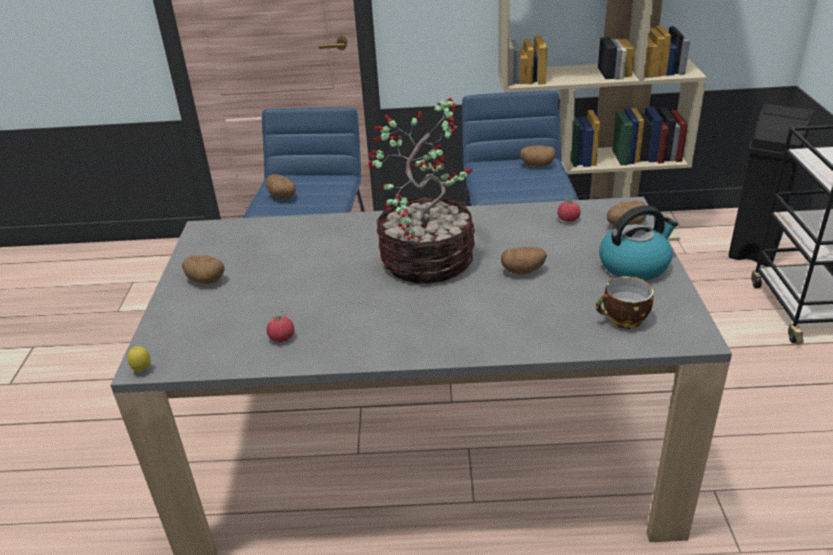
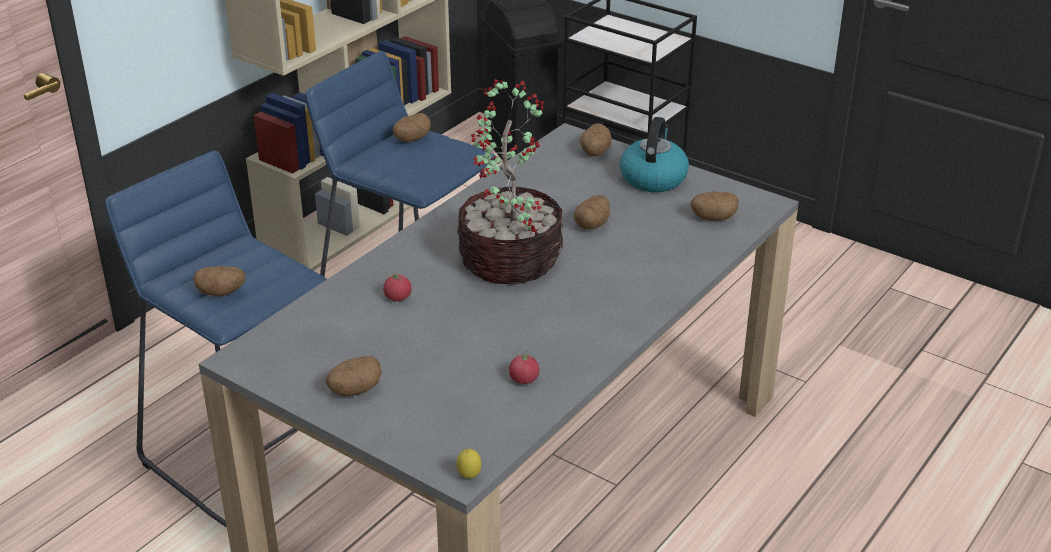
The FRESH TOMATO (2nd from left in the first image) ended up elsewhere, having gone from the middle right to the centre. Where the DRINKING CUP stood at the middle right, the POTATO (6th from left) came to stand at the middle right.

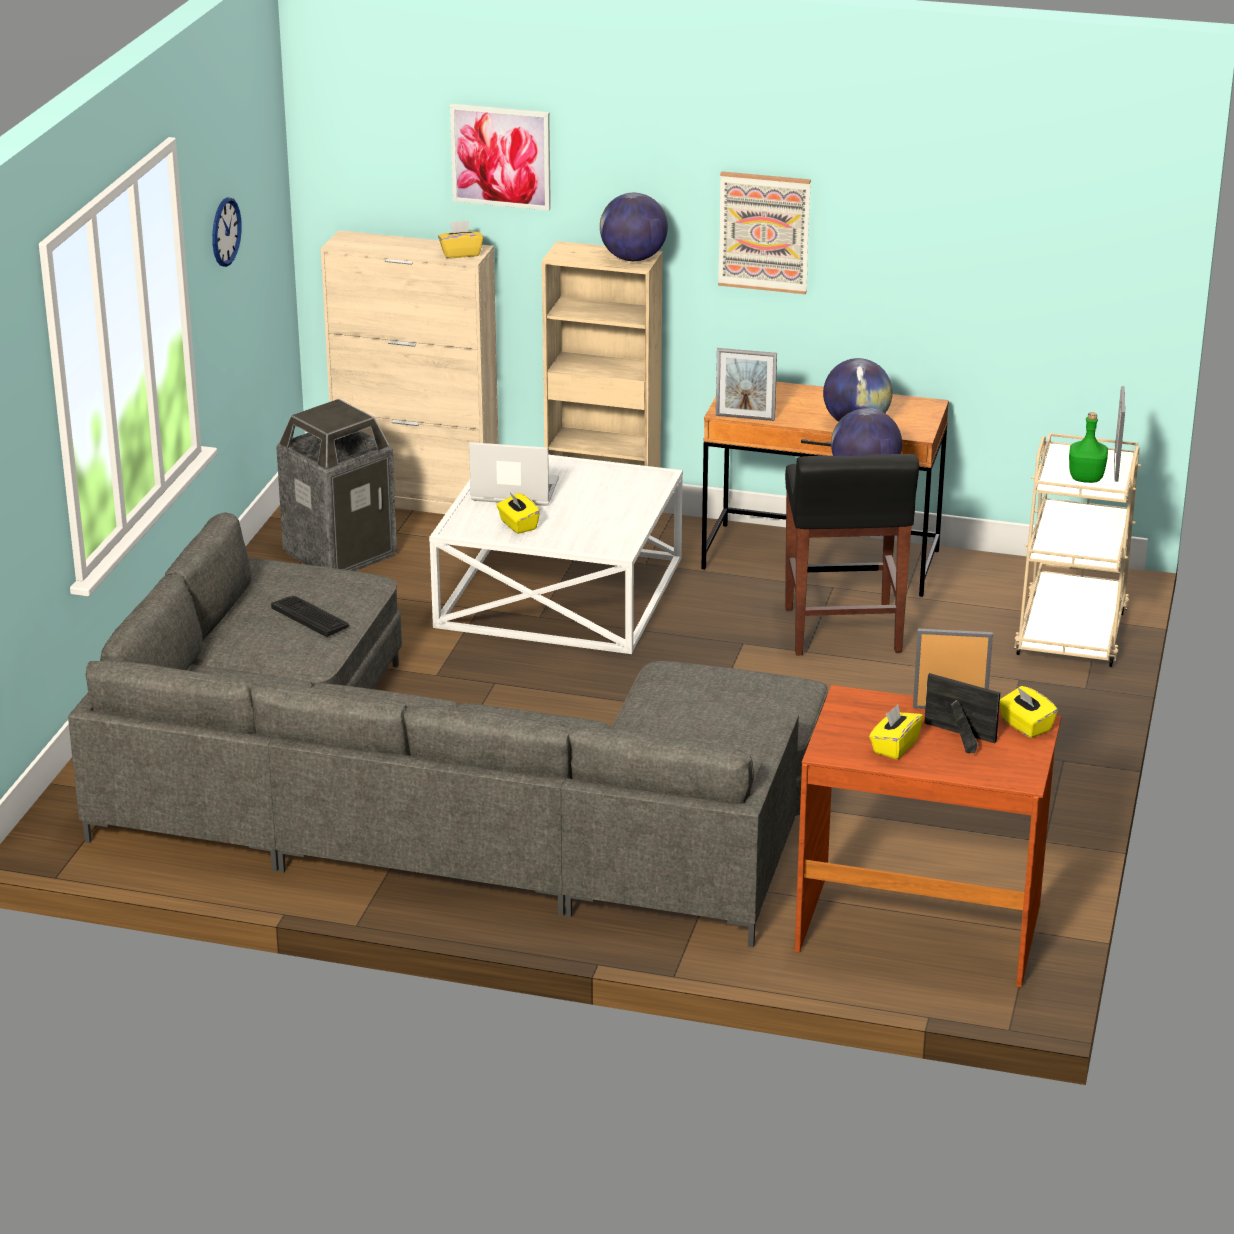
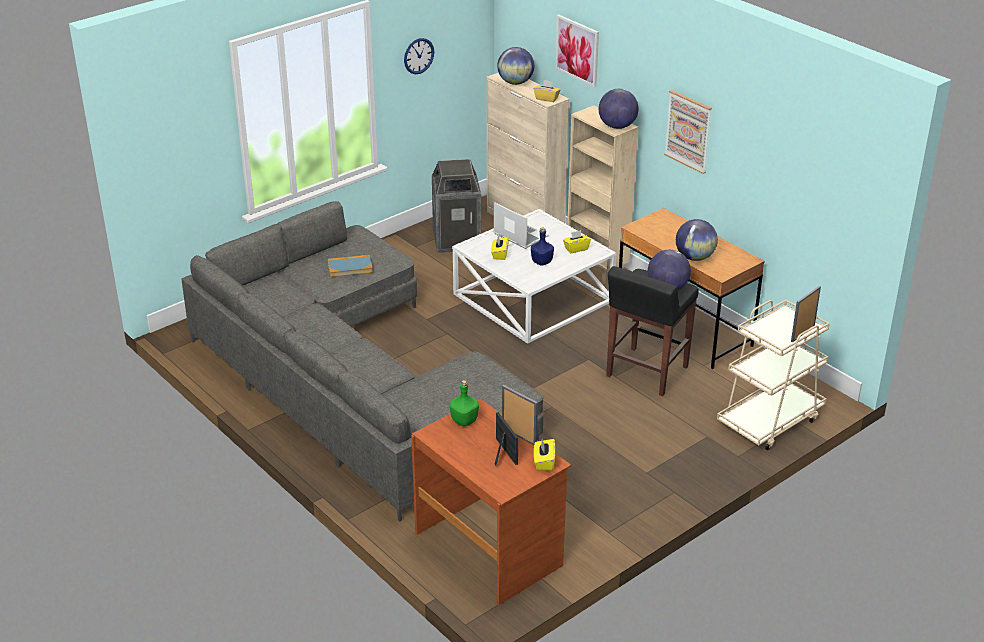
The second view lost the PHOTO FRAME (1st from left) at the top centre. The second view gained the WORLD GLOBE (1st from left) at the top centre. The second view gained the BLUE-COLOURED BEVERAGE BOTTLE at the centre. The YELLOW TISSUE BOX (3rd from left in the first image) ended up elsewhere, having gone from the middle right to the centre. The GREEN BEVERAGE BOTTLE ended up elsewhere, having gone from the middle right to the centre. Where the COMPUTER KEYBOARD stood at the middle left, the BOUND BOOK came to stand at the centre.

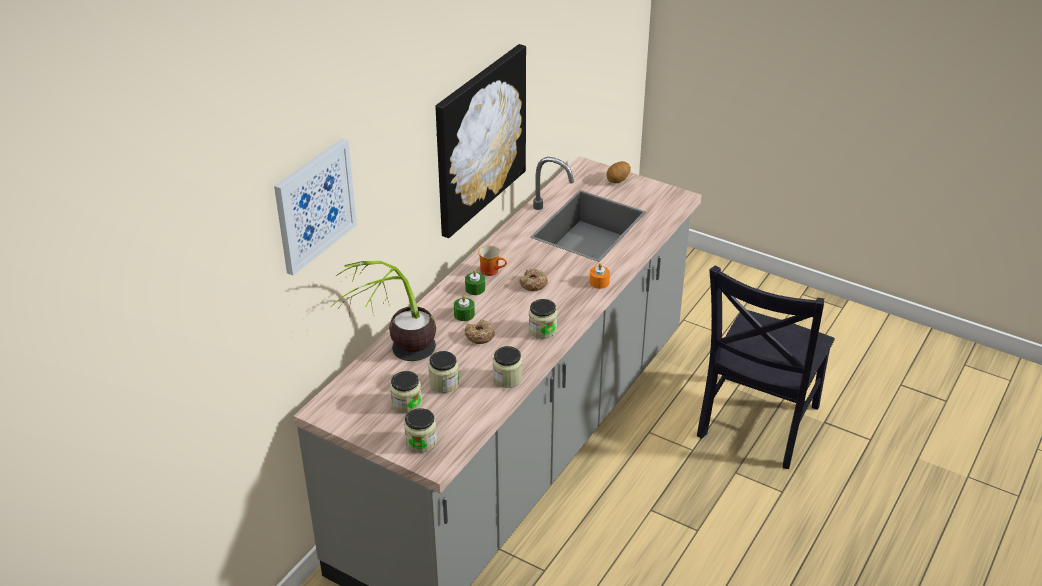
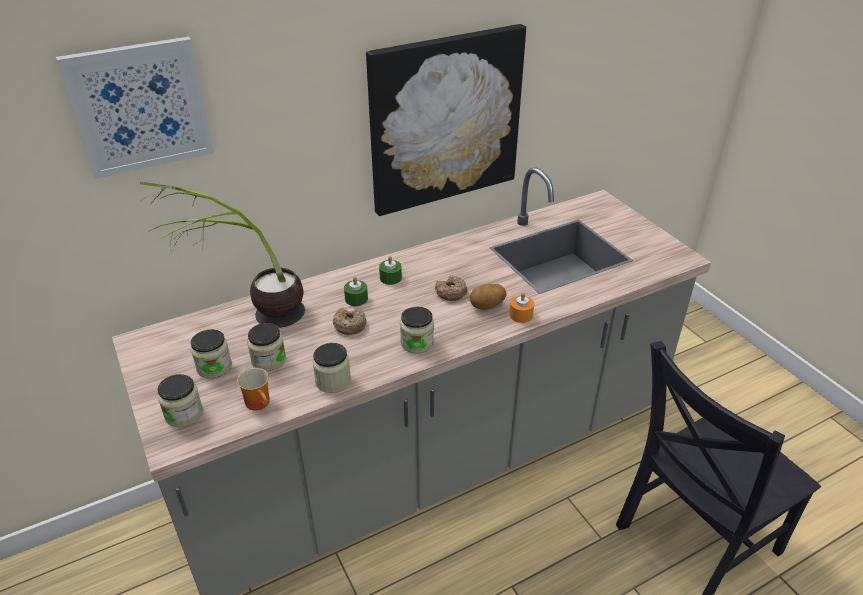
The TEA MUG ended up elsewhere, having gone from the centre to the middle left. The POTATO ended up elsewhere, having gone from the top centre to the centre.

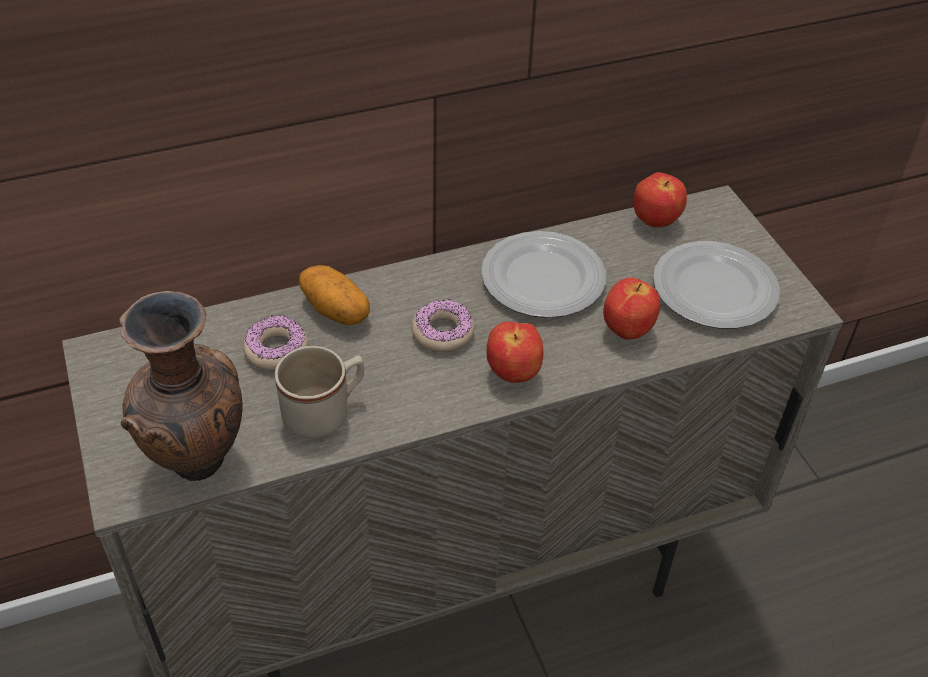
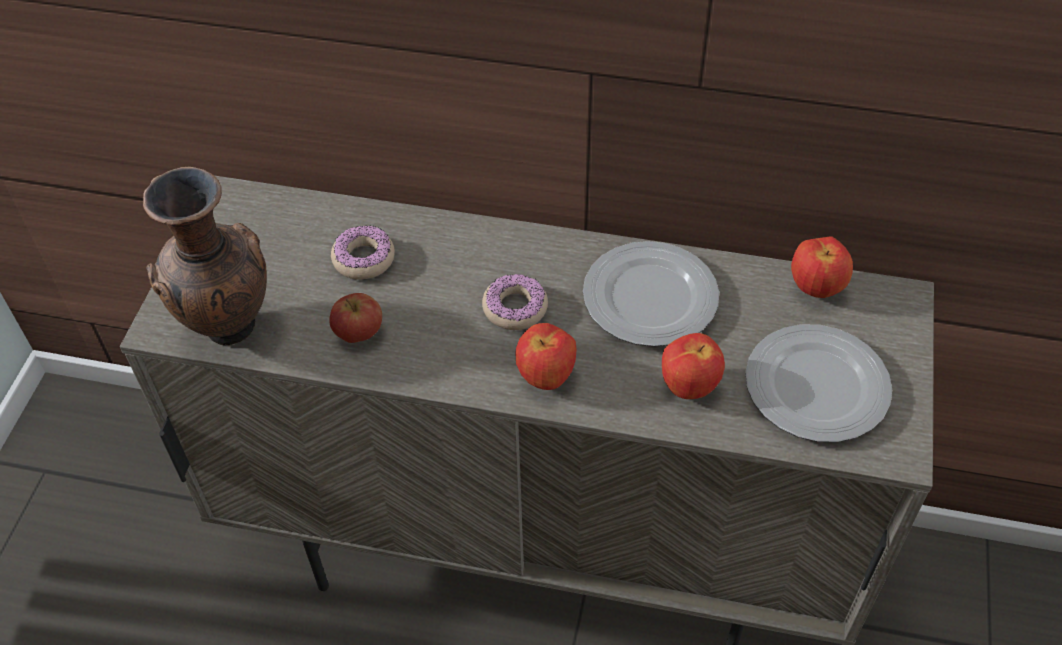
The second view lost the POTATO at the centre. Where the BEIGE-COLOURED TEA MUG stood at the centre, the APPLE FRUIT (1st from left) came to stand at the centre.

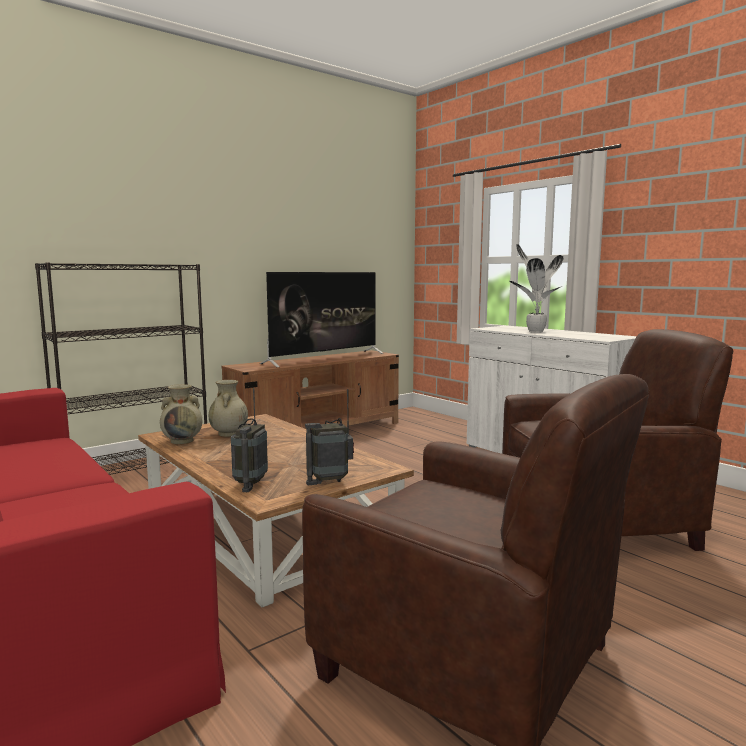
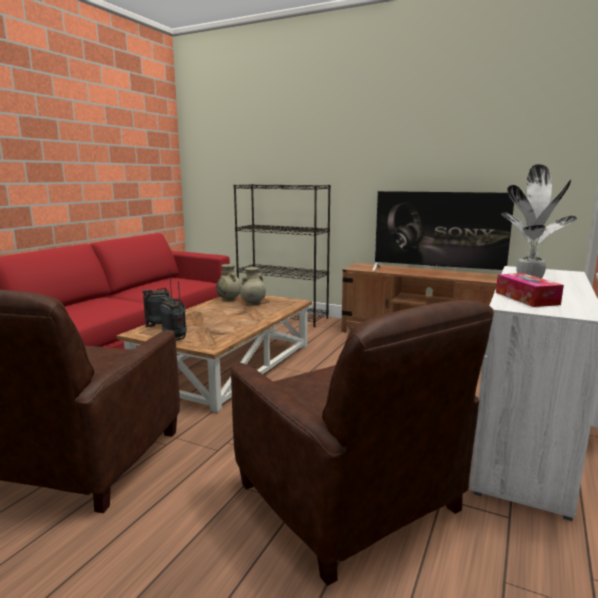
The second view gained the TISSUE BOX at the middle right.

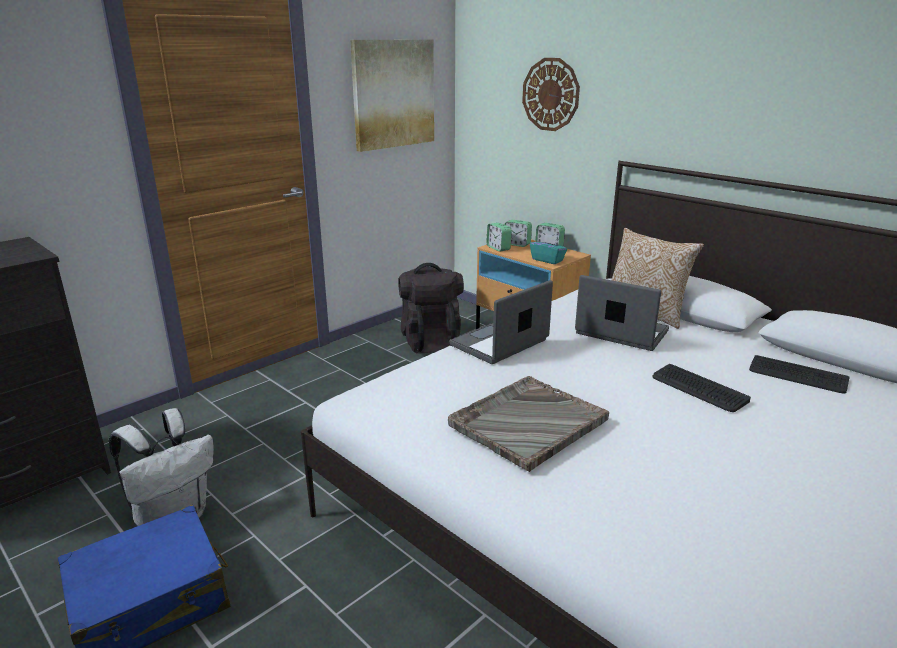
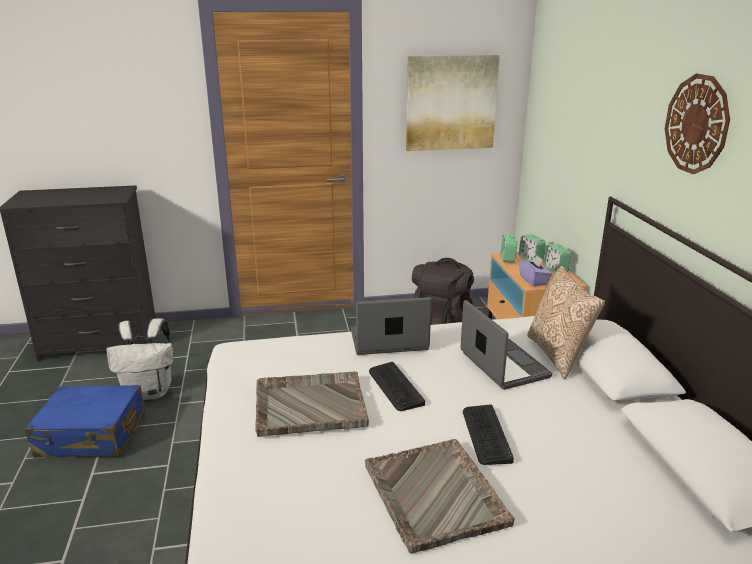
The second view gained the GREYISH TRAY (2nd from left) at the bottom centre. The CLOCK ON THE WALL ended up elsewhere, having gone from the top centre to the top right. The COMPUTER KEYBOARD (2nd from left in the first image) ended up elsewhere, having gone from the middle right to the bottom centre. What was the TURQUOISE TISSUE BOX at the centre turned into the PURPLE-COLOURED TISSUE BOX at the middle right.

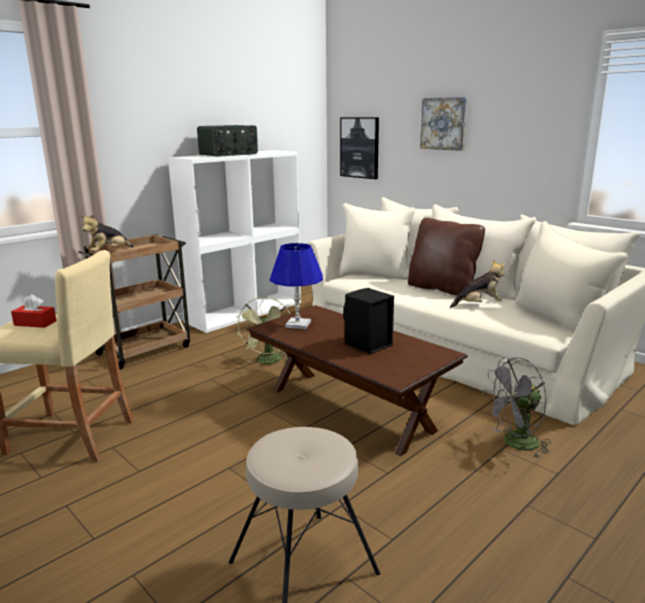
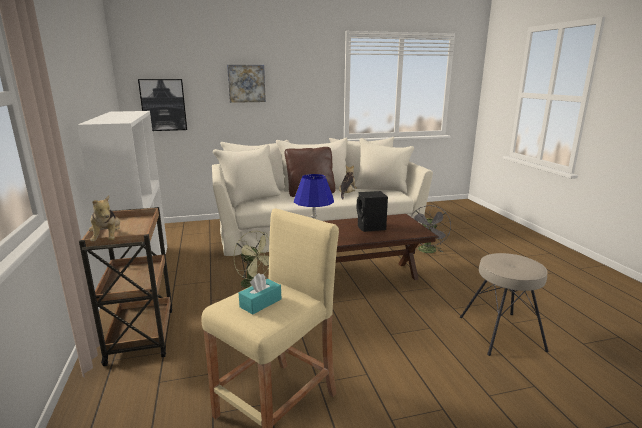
The second view lost the RADIO RECEIVER at the top centre. What was the RED TISSUE BOX at the middle left turned into the TURQUOISE TISSUE BOX at the bottom centre.

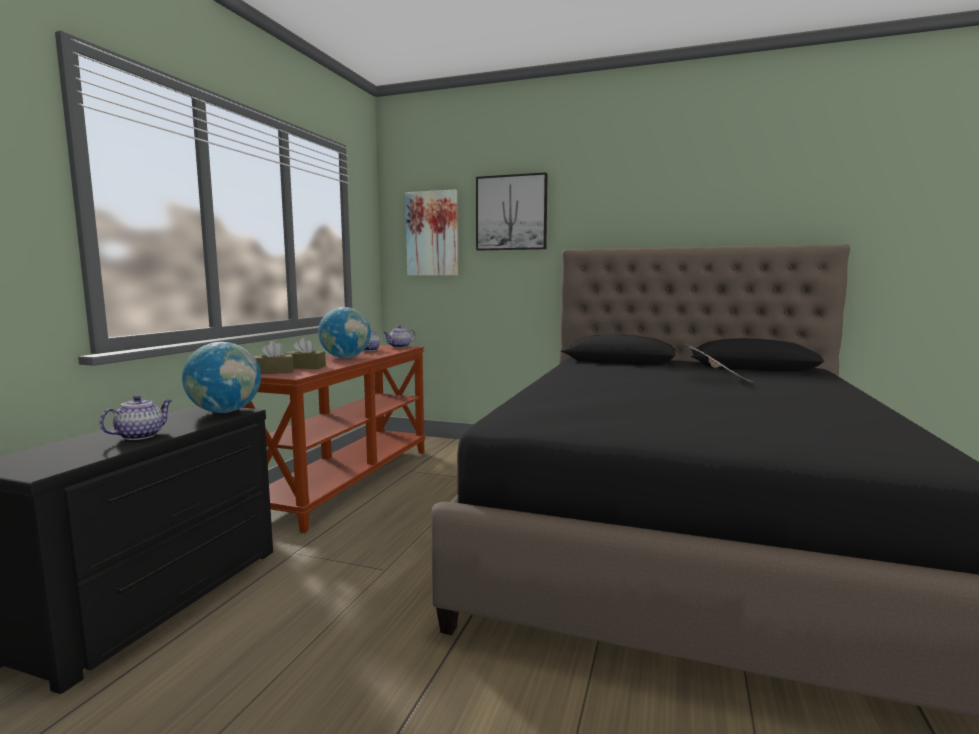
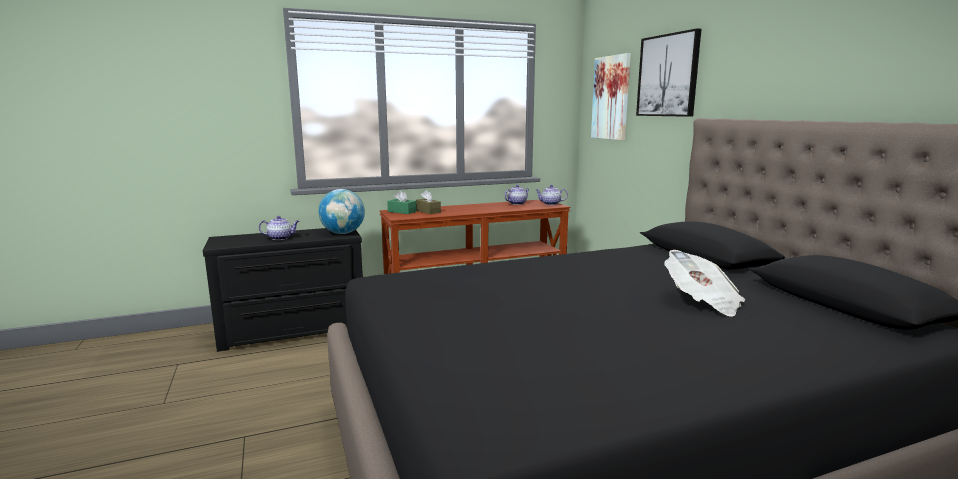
The second view lost the WORLD GLOBE (2nd from left) at the centre. What was the BROWN-COLOURED TISSUE BOX (1st from left) at the middle left turned into the GREEN TISSUE BOX at the centre.

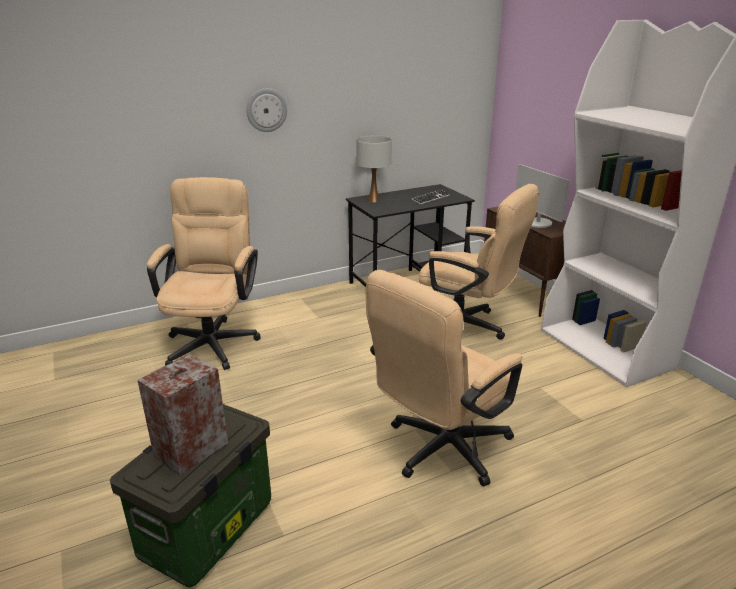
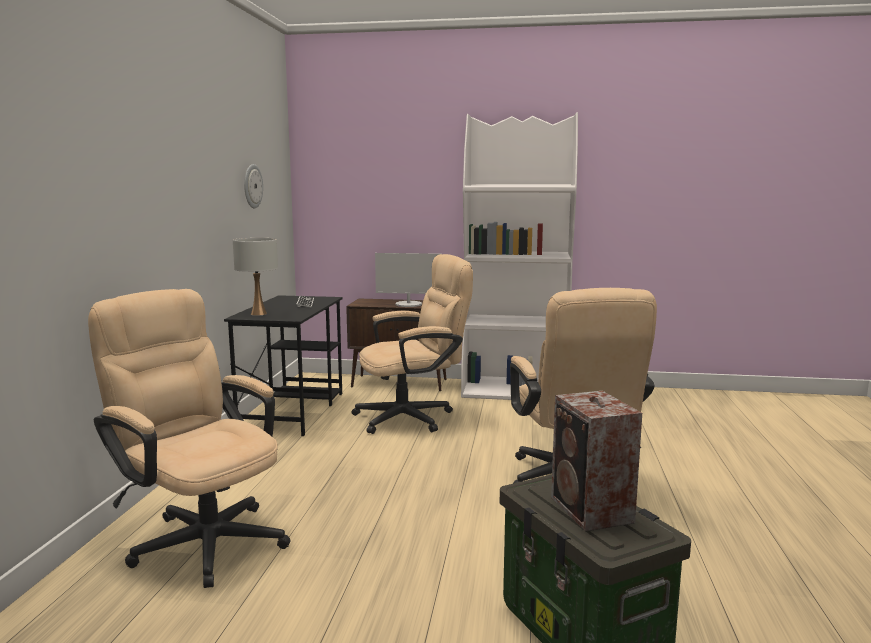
The CLOCK ON THE WALL ended up elsewhere, having gone from the top centre to the top left.

